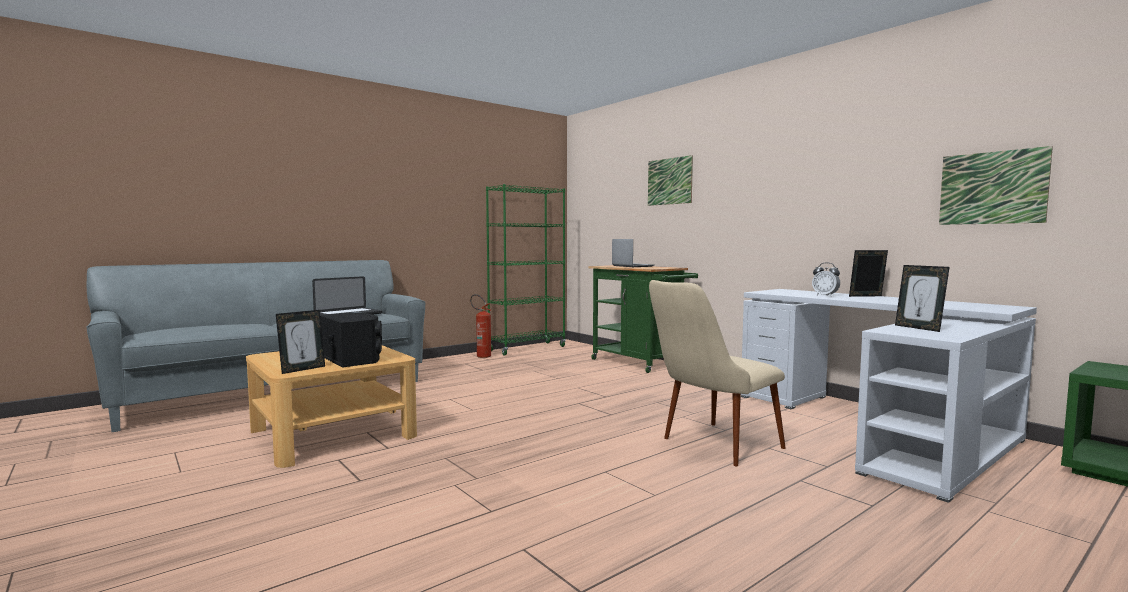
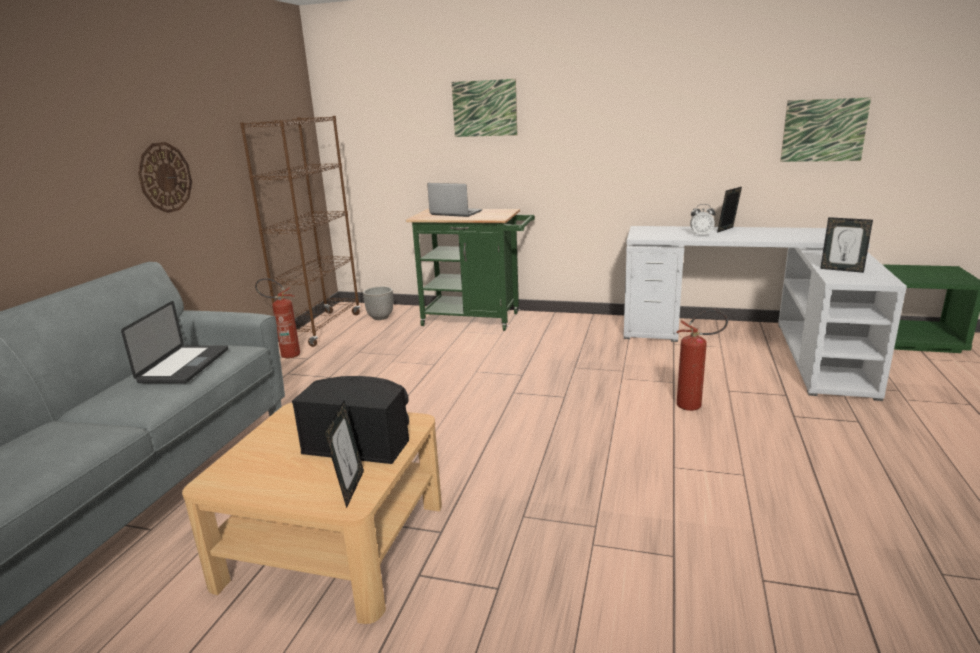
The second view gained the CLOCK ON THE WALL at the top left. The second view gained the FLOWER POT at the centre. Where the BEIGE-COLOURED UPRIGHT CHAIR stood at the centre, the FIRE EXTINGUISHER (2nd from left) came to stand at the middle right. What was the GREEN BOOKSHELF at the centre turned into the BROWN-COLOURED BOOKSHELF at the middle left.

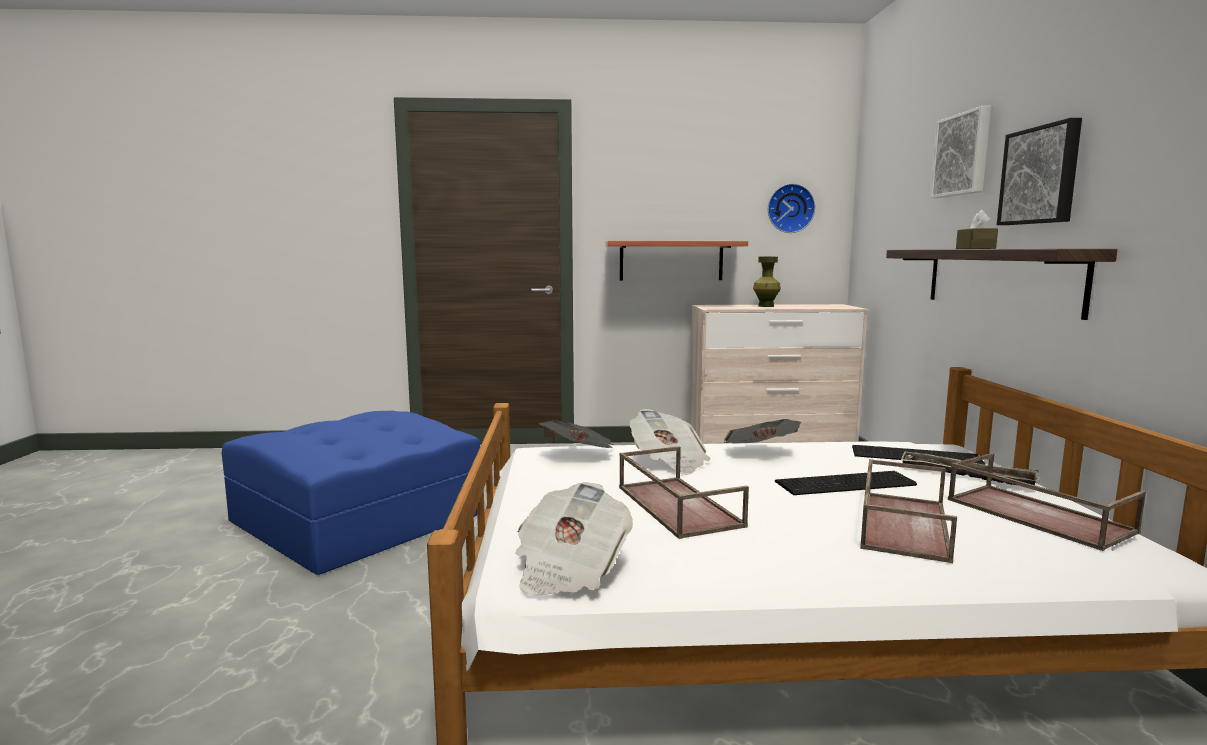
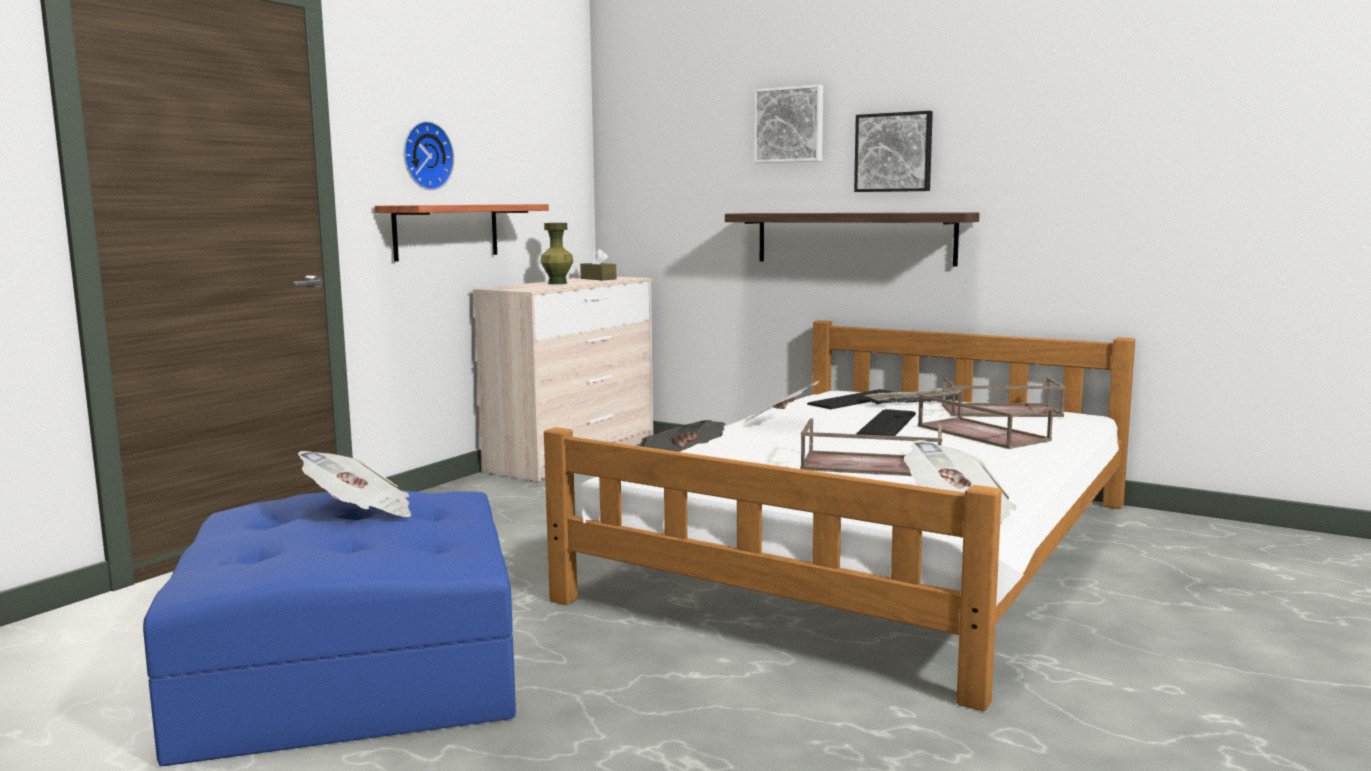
The PRINTED PAPER (3rd from left in the first image) ended up elsewhere, having gone from the centre to the middle left. The CLOCK ON THE WALL ended up elsewhere, having gone from the top centre to the top left. The BROWN-COLOURED TISSUE BOX ended up elsewhere, having gone from the top right to the centre.

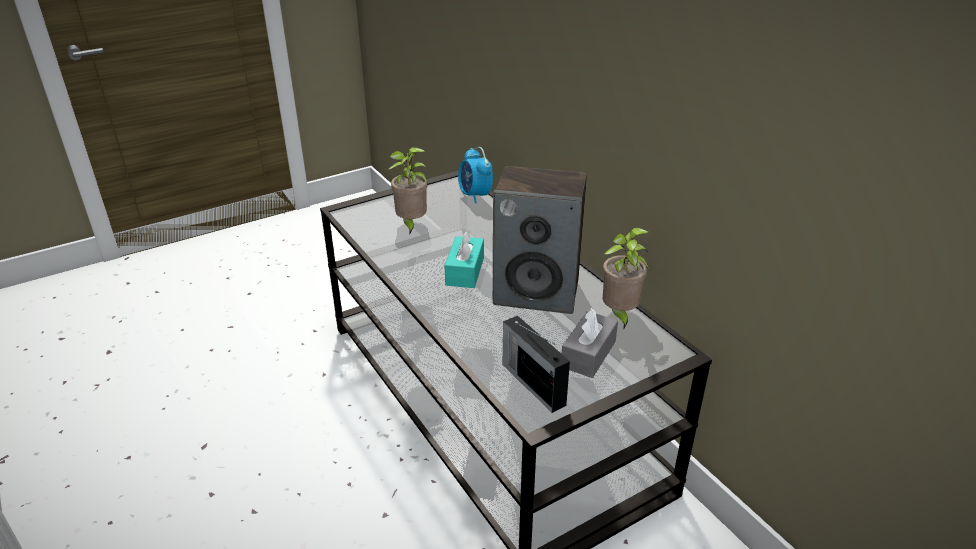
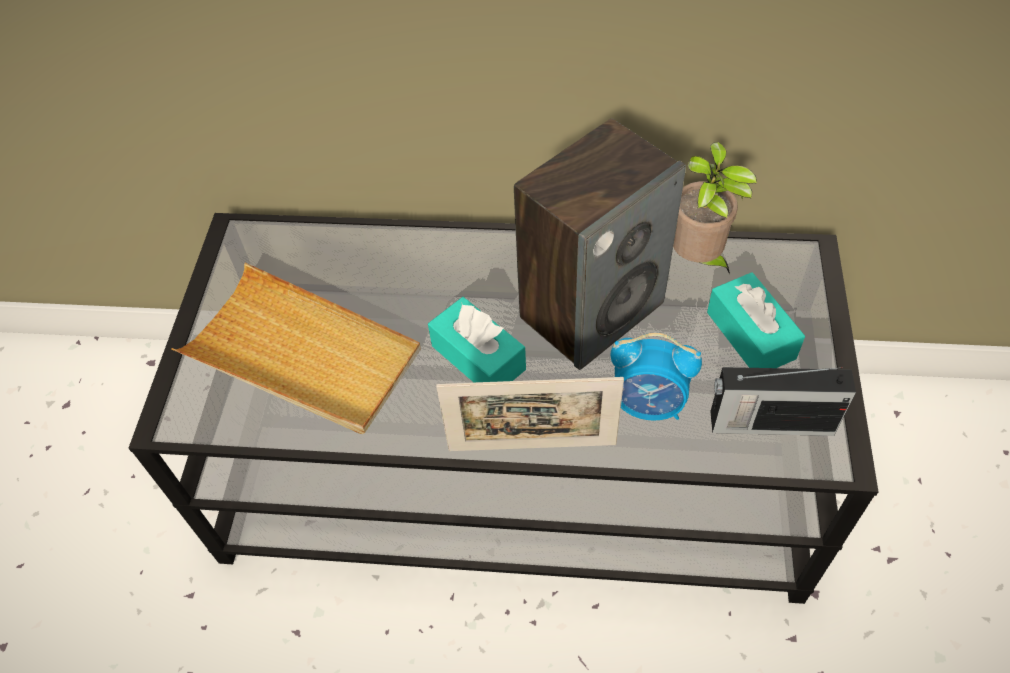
The second view gained the PHOTO FRAME at the centre. The BEDSIDE CLOCK ended up elsewhere, having gone from the top centre to the centre. Where the PLANT IN A POT (1st from left) stood at the centre, the BEIGE-COLOURED TRAY came to stand at the middle left. What was the GREYISH TISSUE BOX at the centre turned into the TURQUOISE TISSUE BOX (2nd from left) at the middle right.

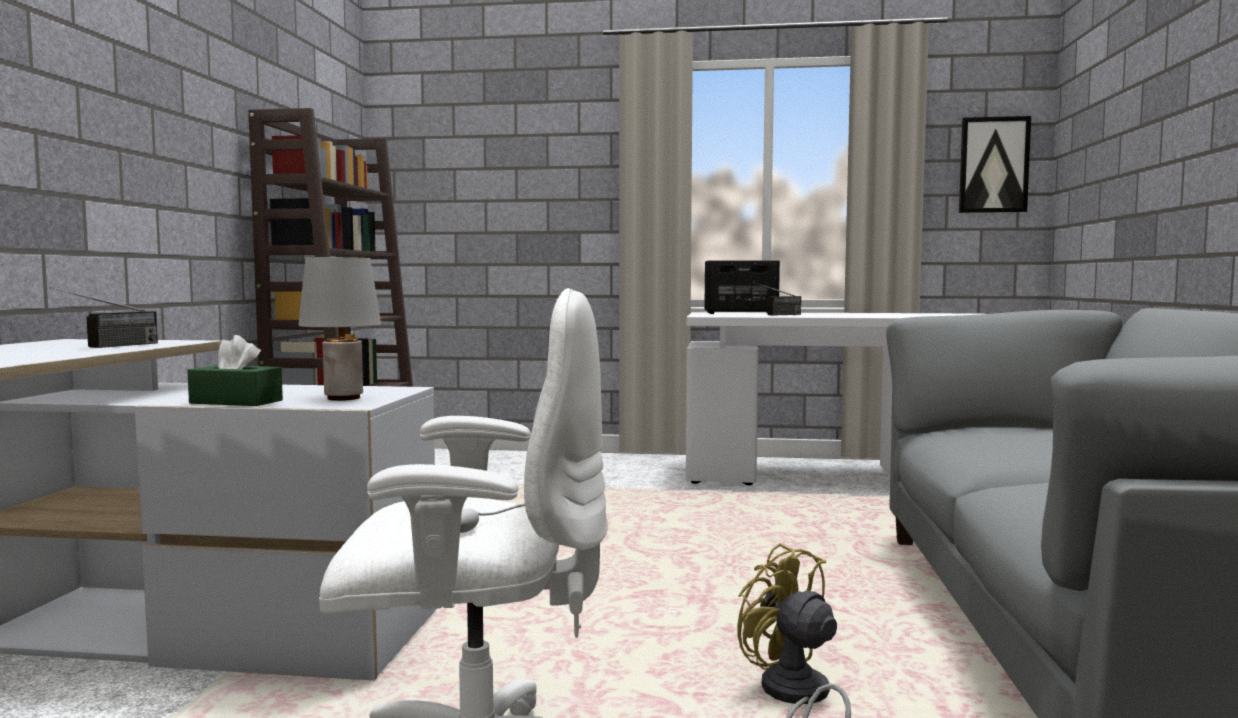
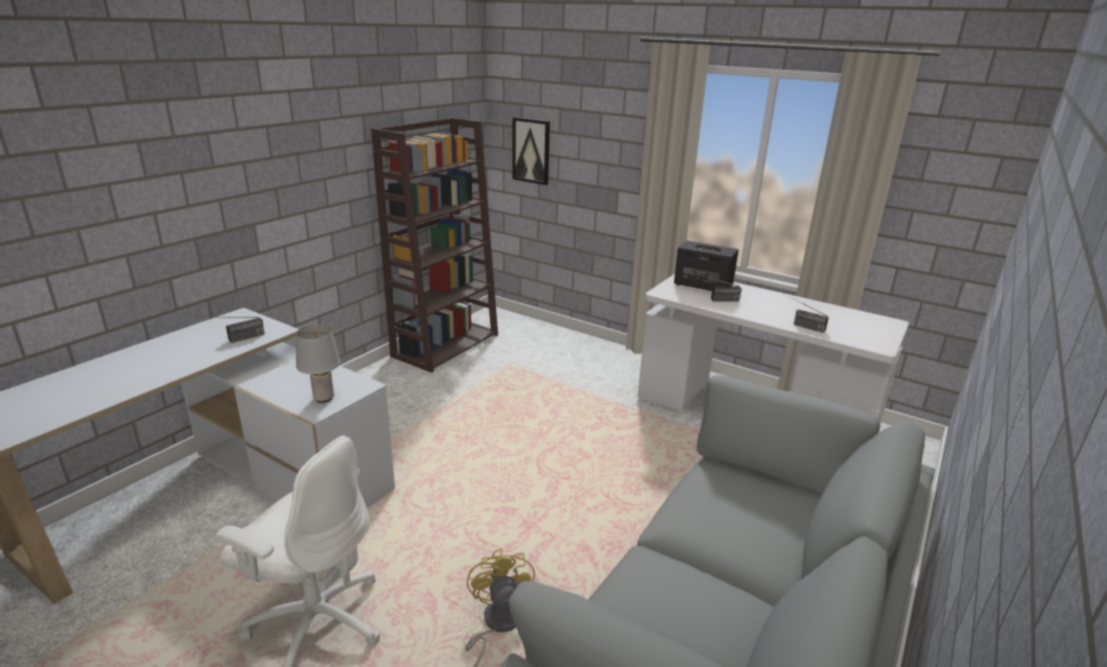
The second view lost the GREEN TISSUE BOX at the middle left. The second view gained the RADIO RECEIVER (3rd from left) at the middle right. The WALL PICTURE ended up elsewhere, having gone from the top right to the top centre.

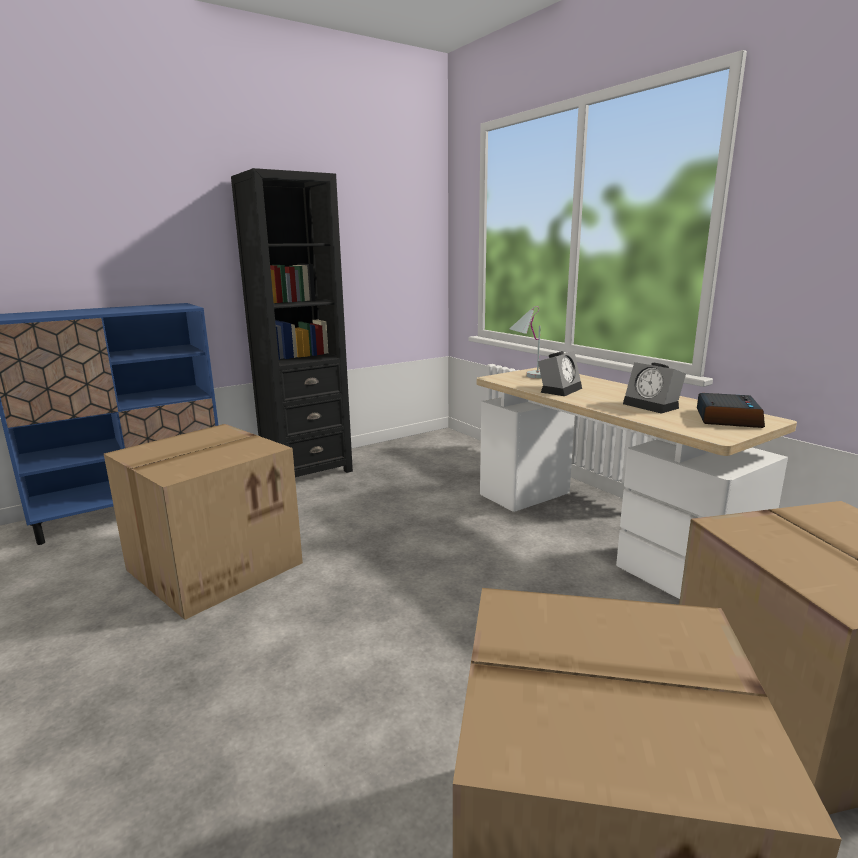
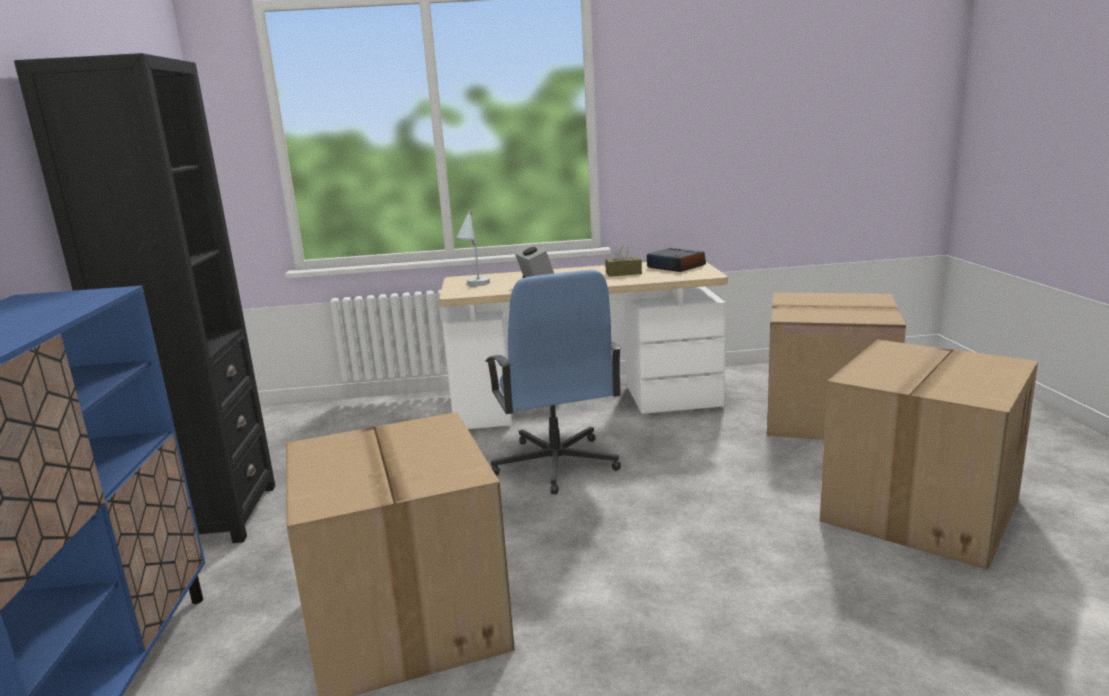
The second view gained the BLUE-COLOURED DESK CHAIR at the centre. Where the BEDSIDE CLOCK (2nd from left) stood at the middle right, the BROWN-COLOURED TISSUE BOX came to stand at the centre.

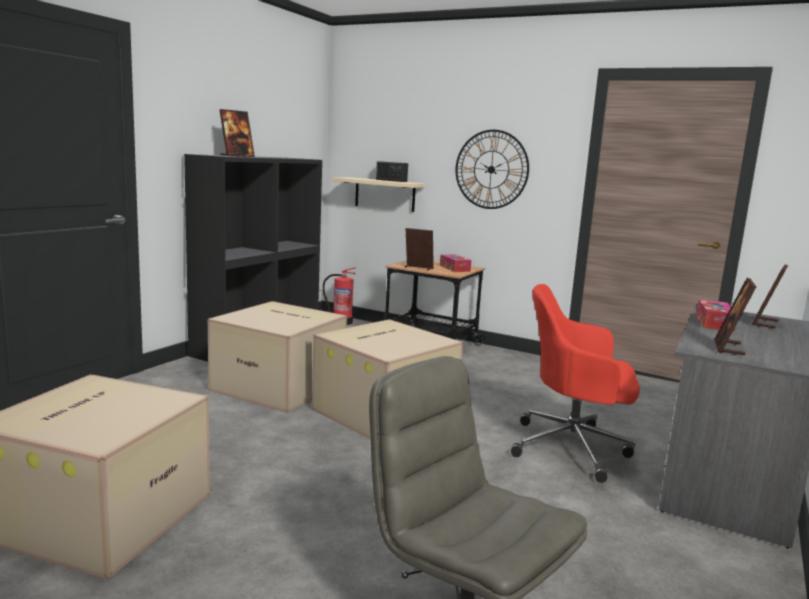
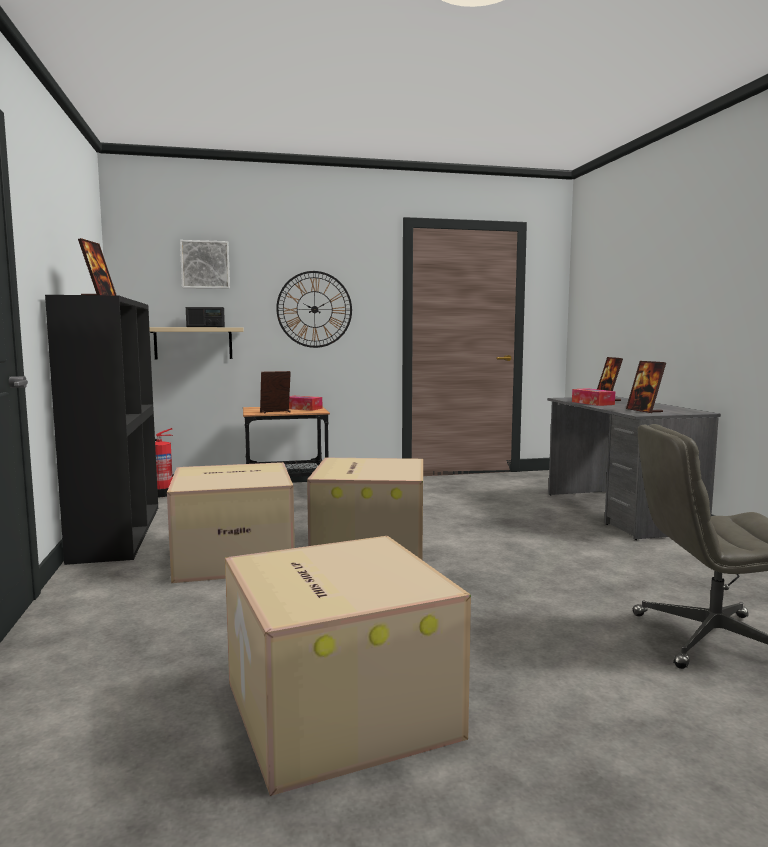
The second view lost the RED DESK CHAIR at the middle right. The second view gained the WALL PICTURE at the top left.

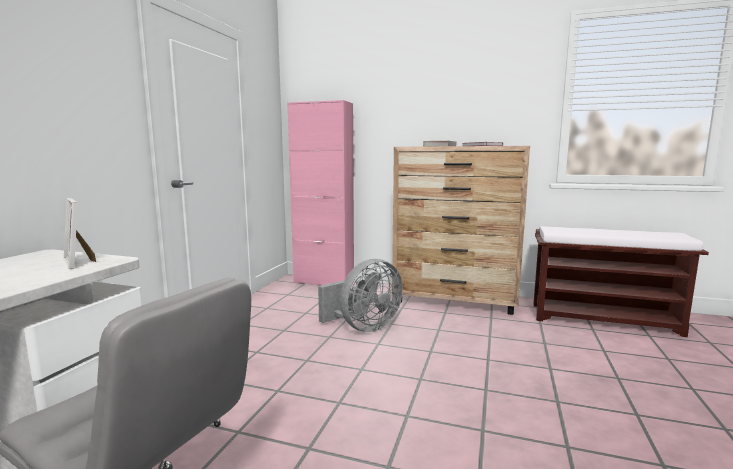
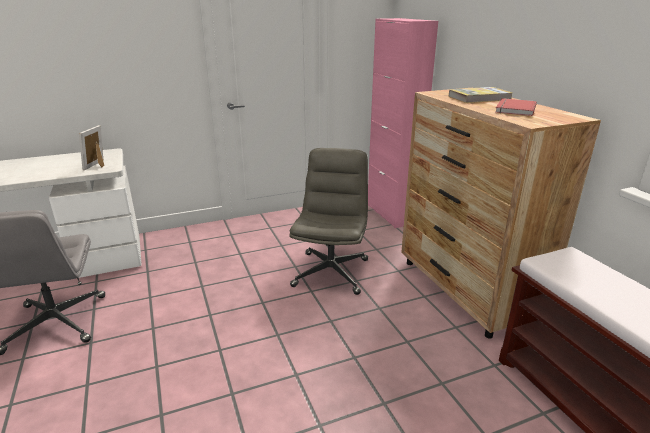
Where the GREYISH ELECTRIC FAN stood at the centre, the GREYISH DESK CHAIR (2nd from left) came to stand at the centre.

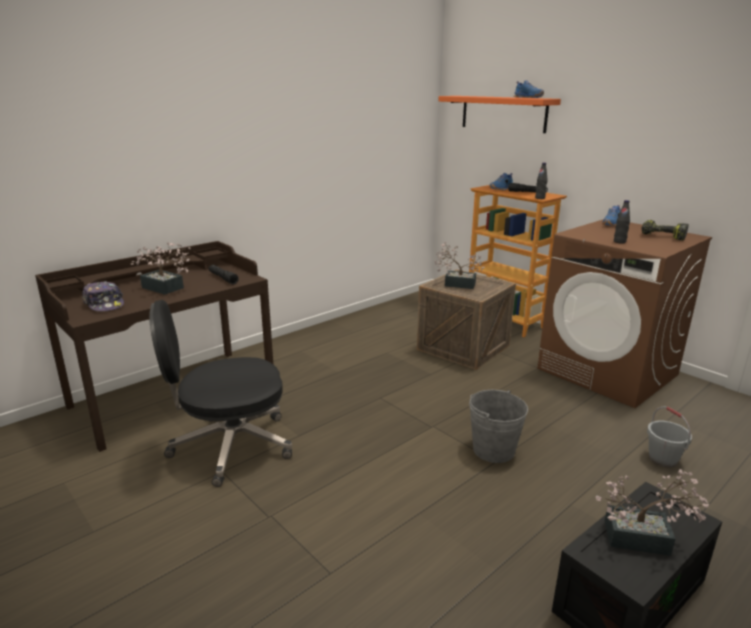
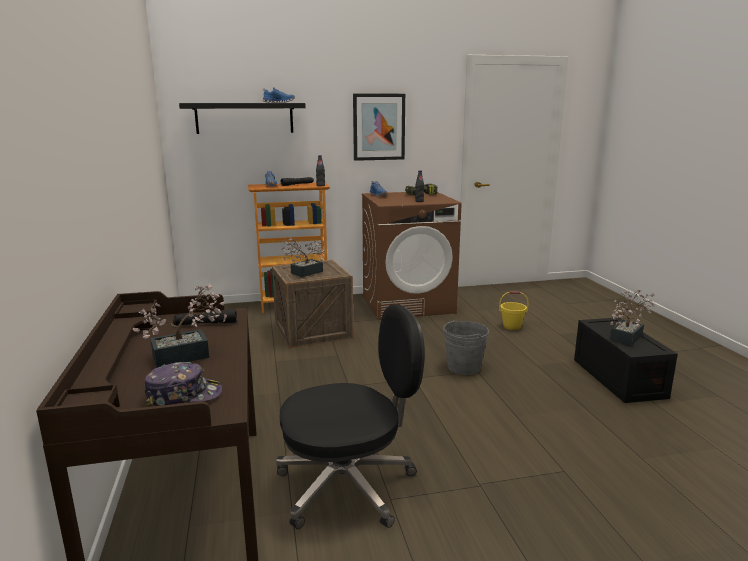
The second view gained the WALL PICTURE at the top centre. What was the ORANGEY WALL SHELF at the top centre turned into the BLACK-COLOURED WALL SHELF at the top left. What was the GREYISH BUCKET (2nd from left) at the bottom right turned into the YELLOW BUCKET at the middle right. The BLACK-COLOURED DESK CHAIR at the middle left ended up facing another way, 120 degrees counterclockwise from before.

